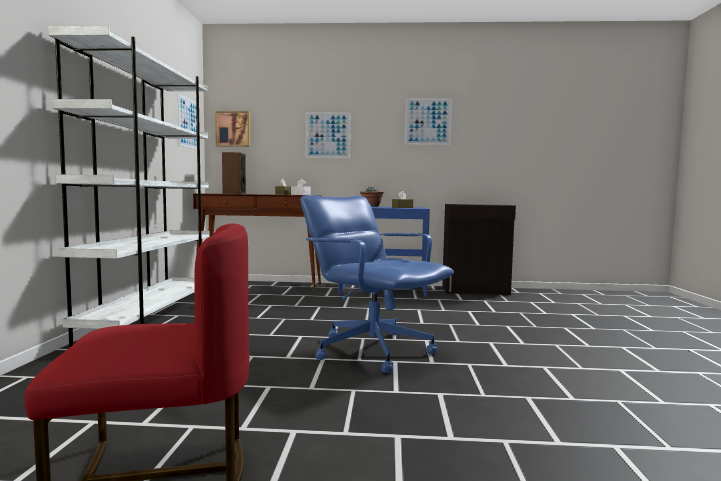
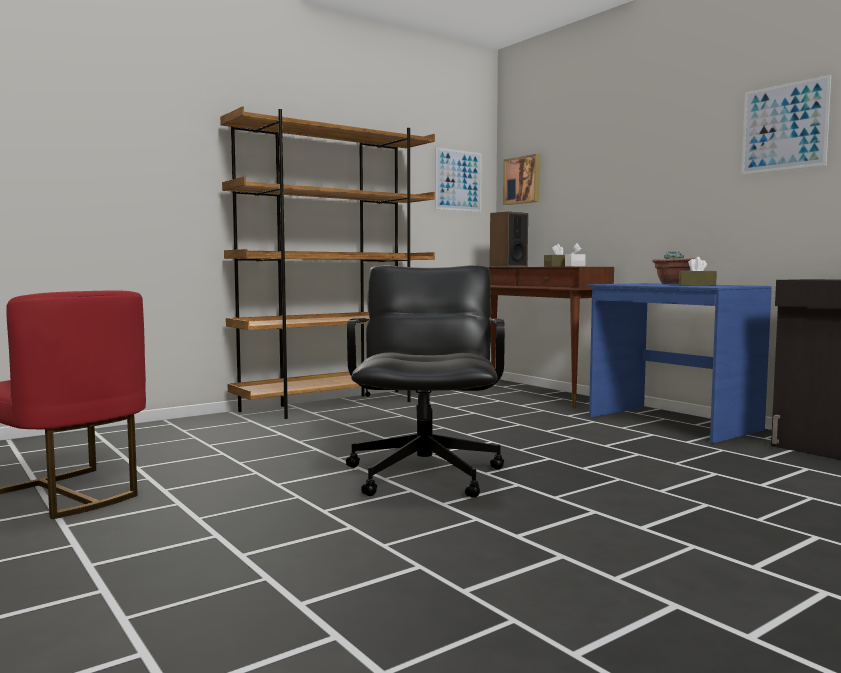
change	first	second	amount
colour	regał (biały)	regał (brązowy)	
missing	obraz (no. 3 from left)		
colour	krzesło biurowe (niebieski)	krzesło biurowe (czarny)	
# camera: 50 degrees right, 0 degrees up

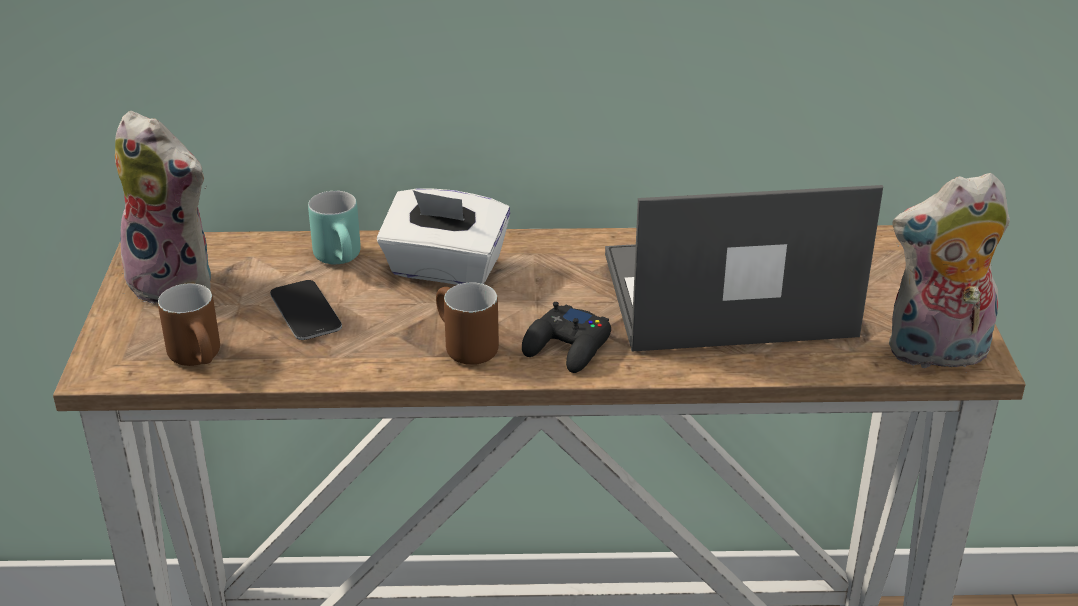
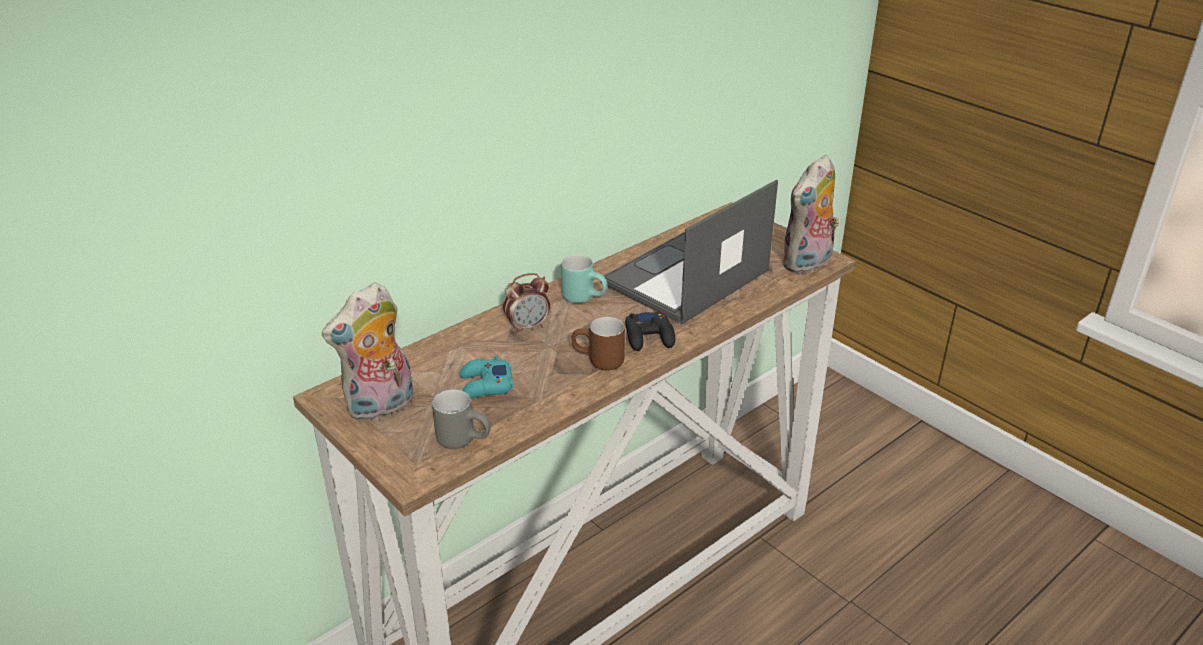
change	first	second	amount
spun	pluszak (no. 1 from left)		150 degrees clockwise
exchanged	pudełko chusteczek (biały)	budzik	
relocated	kubek (turkusowy)		
exchanged	telefon	pad do gier (turkusowy)	
colour	kubek (brązowy) (no. 1 from left)	kubek (szary)	
# camera: 40 degrees left, 0 degrees up

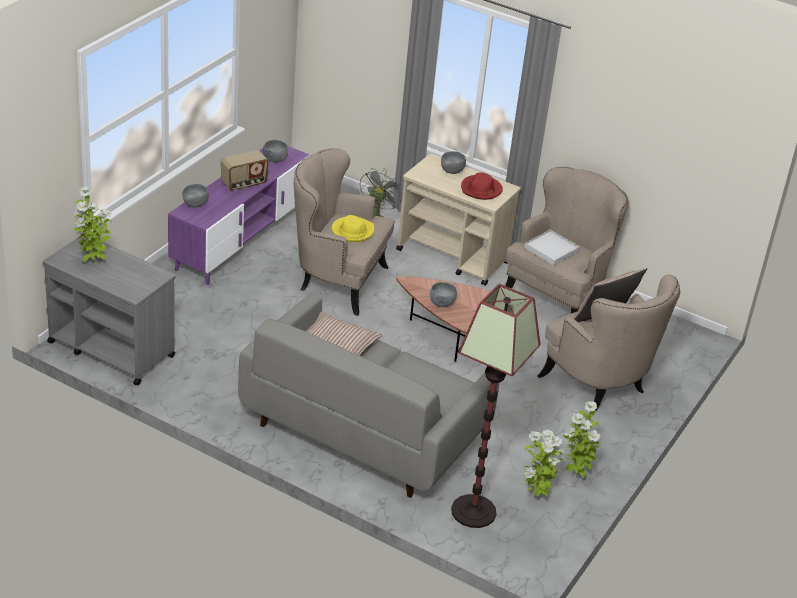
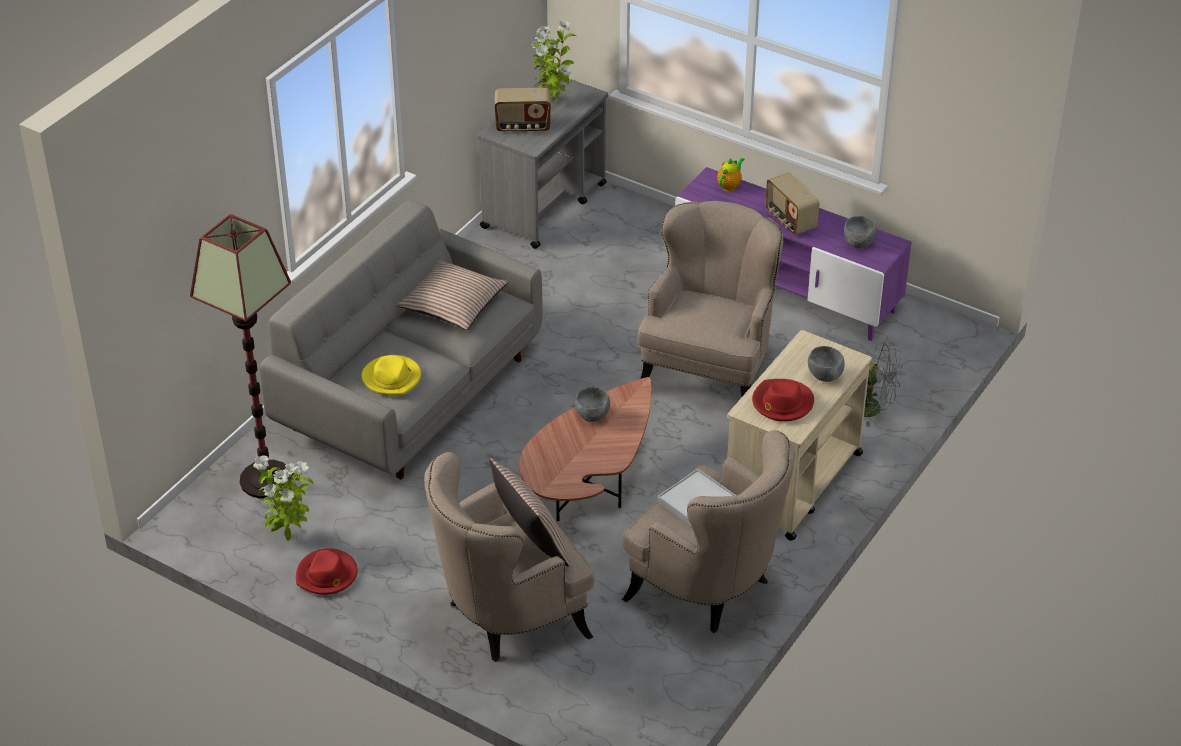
change	first	second	amount
exchanged	miska (szary) (no. 1 from left)	imbryk	
relocated	kapelusz (żółty)		
exchanged	roślina doniczkowa (no. 3 from left)	kapelusz (czerwony) (no. 1 from left)	
appeared		radio (no. 1 from left)	
# camera: 95 degrees right, 5 degrees up

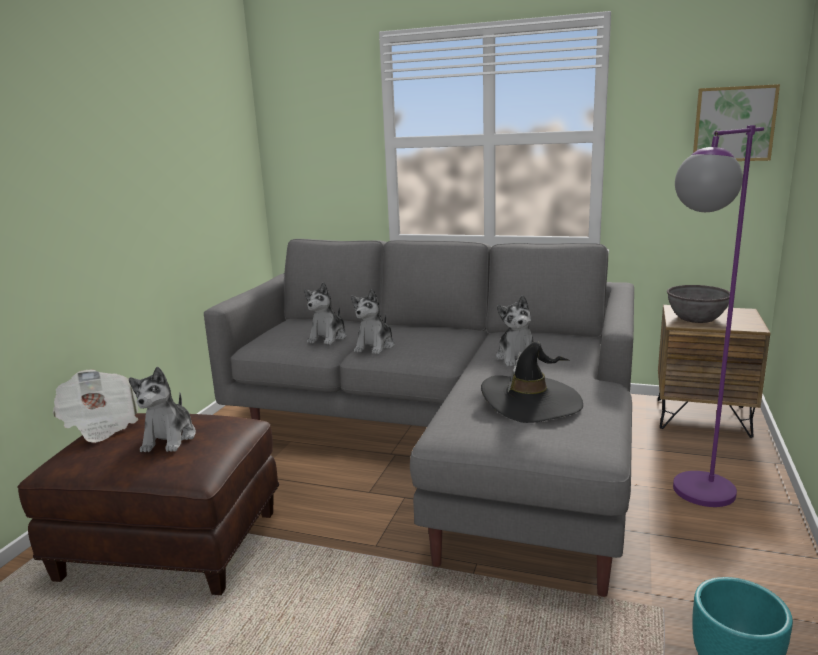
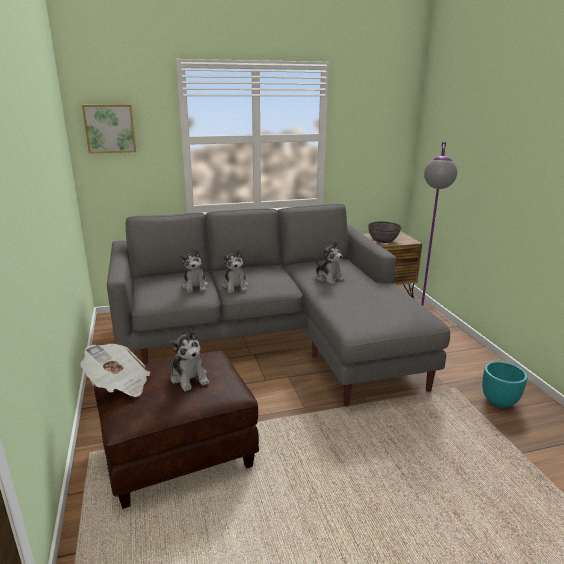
change	first	second	amount
relocated	obraz		
missing	kapelusz (czarny)		
# camera: 35 degrees left, 5 degrees up

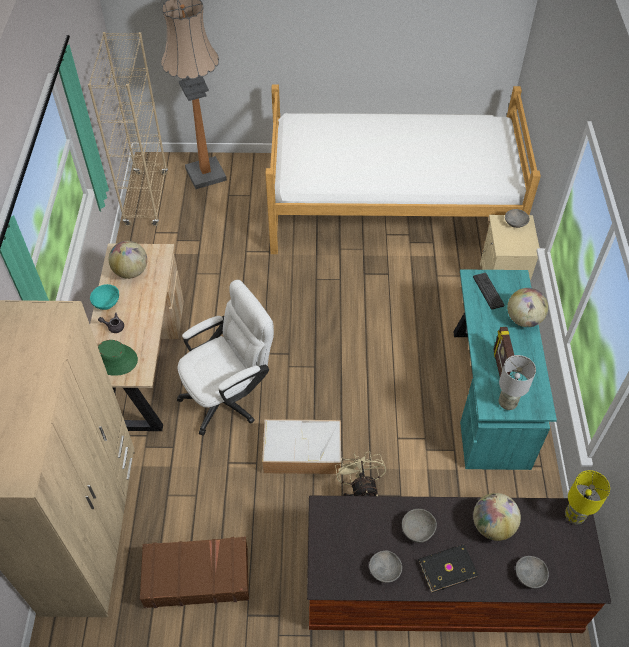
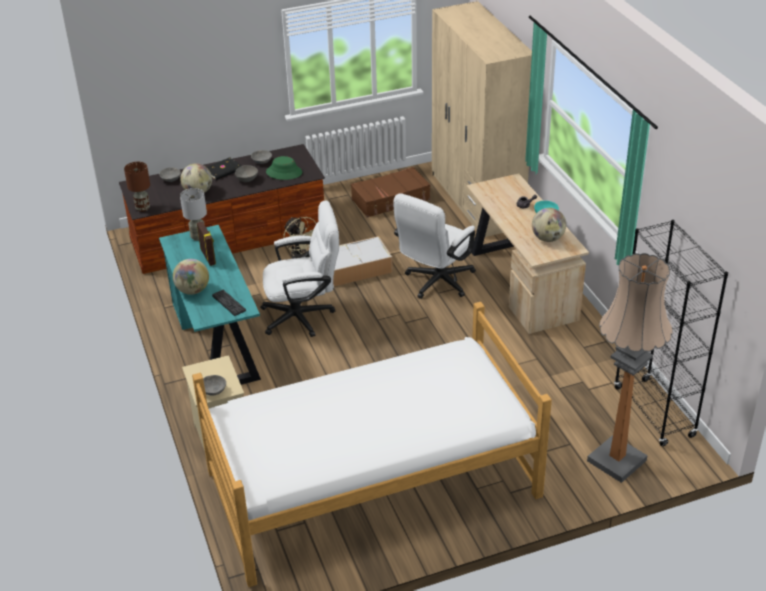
change	first	second	amount
colour	regał (beżowy)	regał (czarny)	
relocated	kapelusz (zielony)		
colour	lampa stołowa (żółty)	lampa stołowa (brązowy)	
appeared		krzesło biurowe (biały) (no. 1 from left)	
# camera: 160 degrees right, 15 degrees down

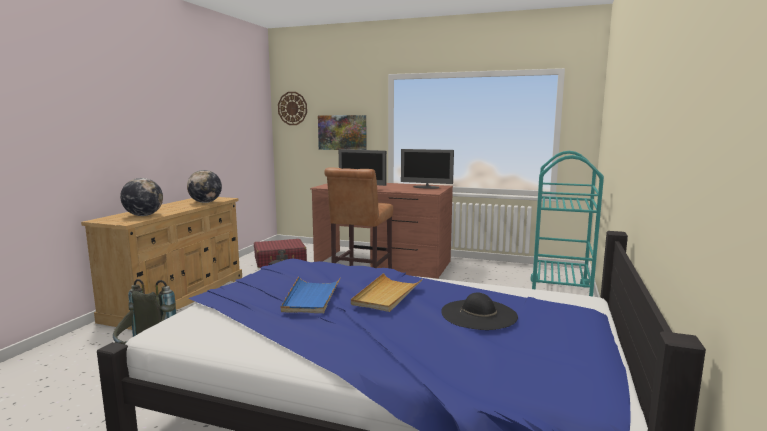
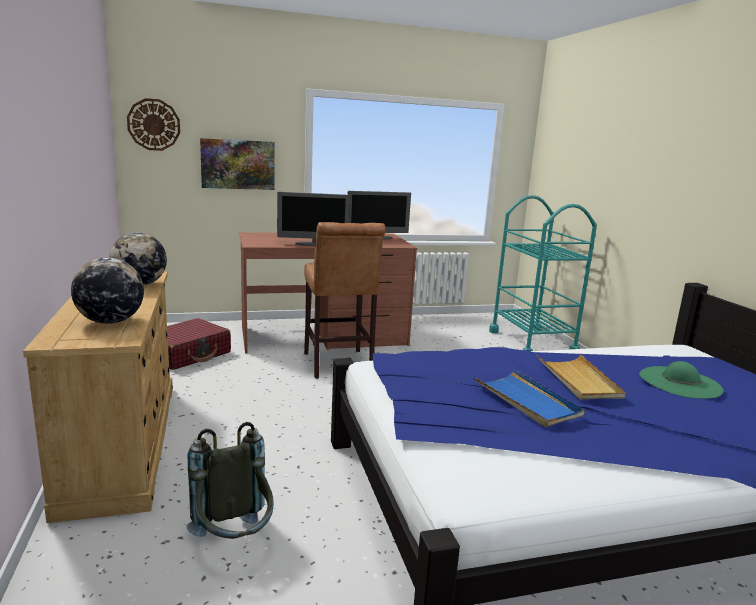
change	first	second	amount
colour	kapelusz (czarny)	kapelusz (zielony)	
# camera: 35 degrees left, 5 degrees up

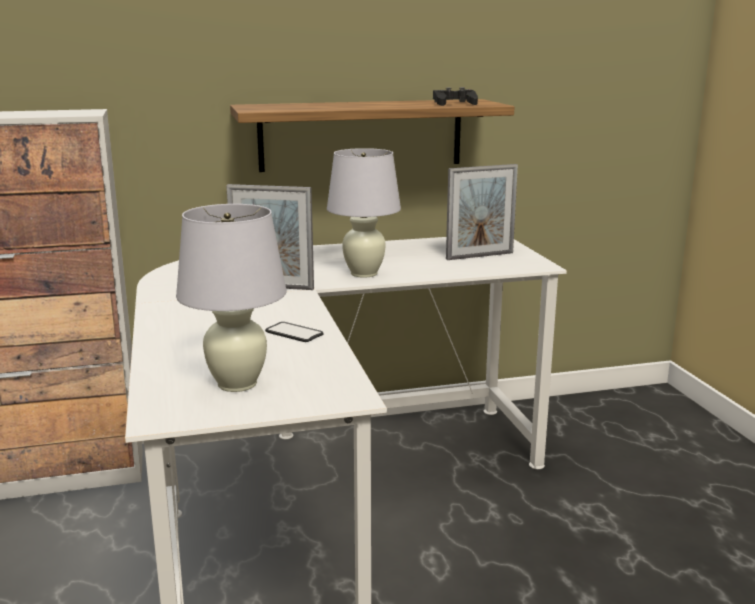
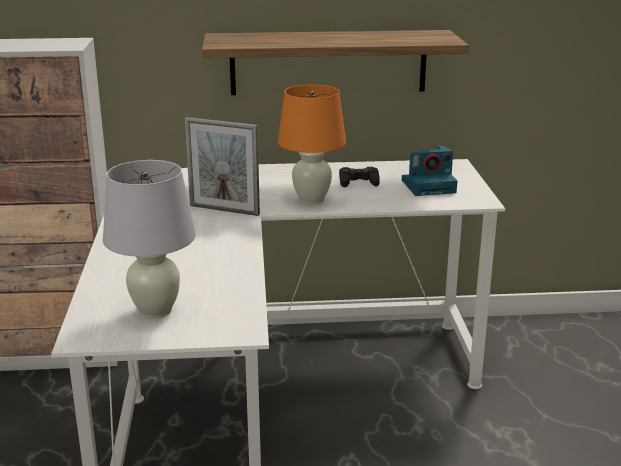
change	first	second	amount
relocated	pad do gier (czarny)		
colour	lampa stołowa (biały) (no. 2 from left)	lampa stołowa (pomarańczowy)	
exchanged	ramka na zdjęcie (no. 2 from left)	aparat fotograficzny	
missing	telefon		
# camera: 10 degrees right, 5 degrees up

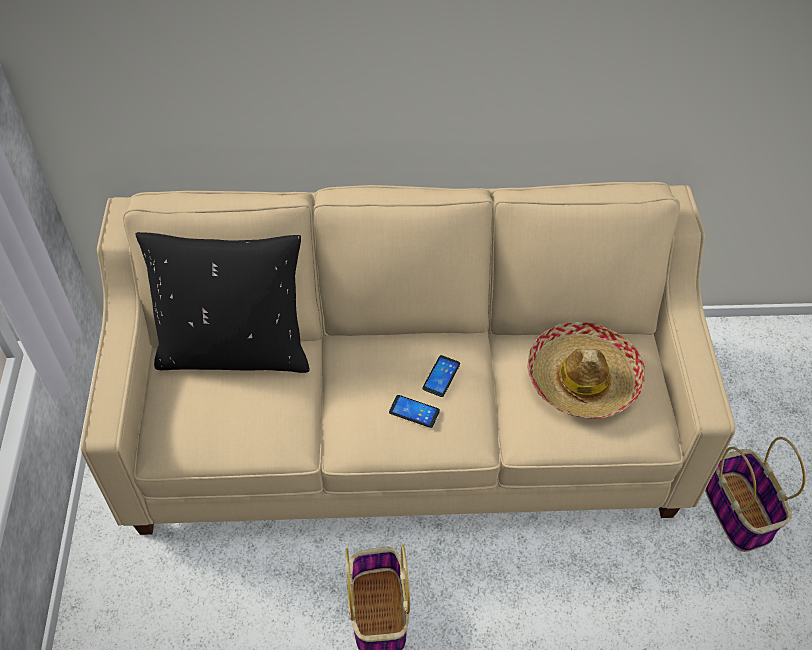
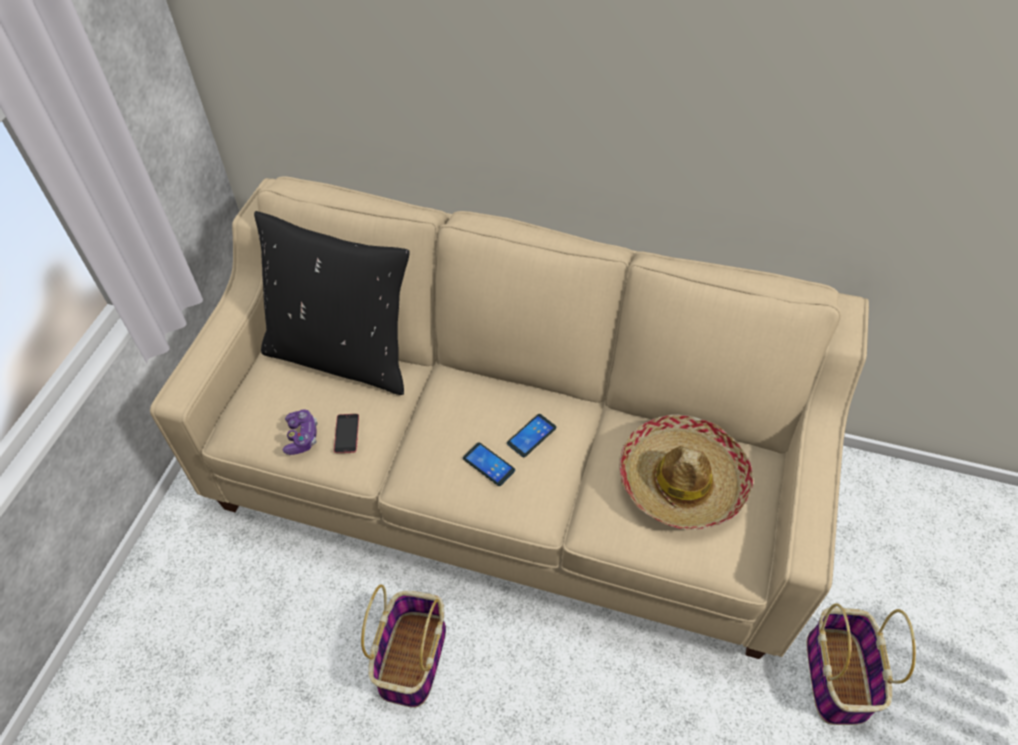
change	first	second	amount
appeared		pad do gier	
appeared		telefon (no. 1 from left)	
# camera: 20 degrees right, 0 degrees up

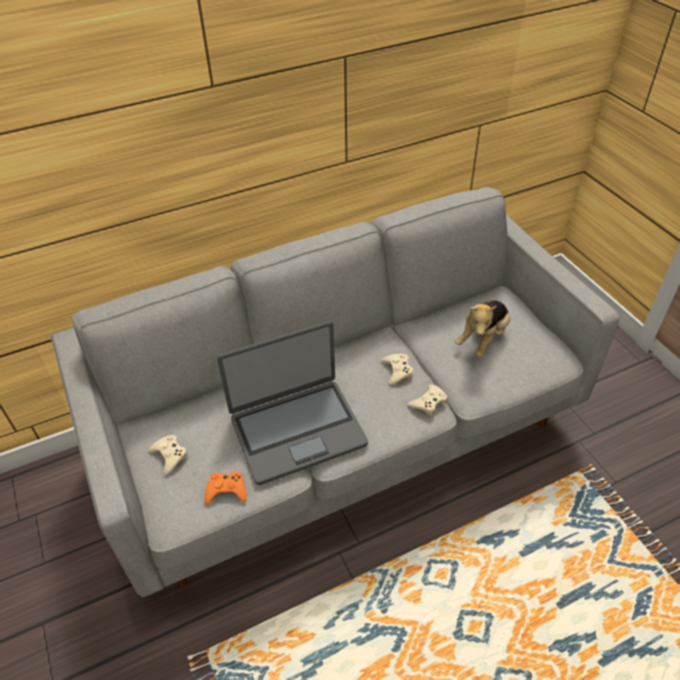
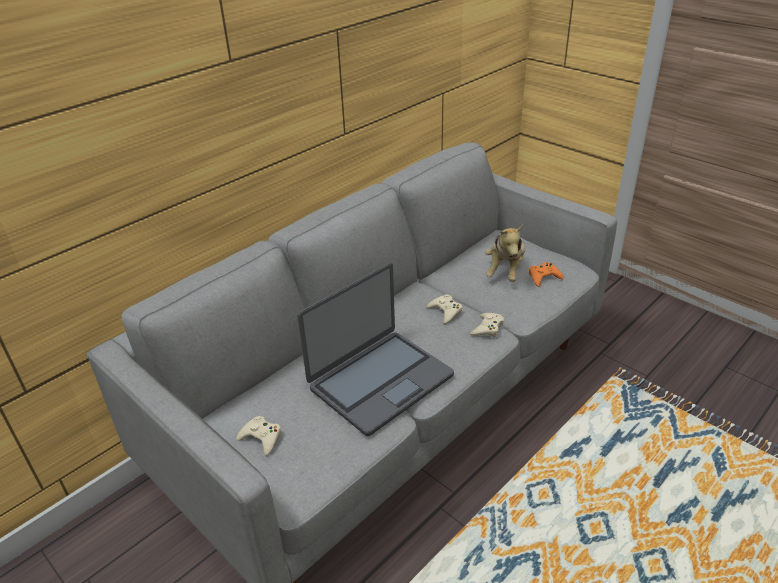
change	first	second	amount
relocated	pad do gier (pomarańczowy)		
# camera: 20 degrees left, 10 degrees down

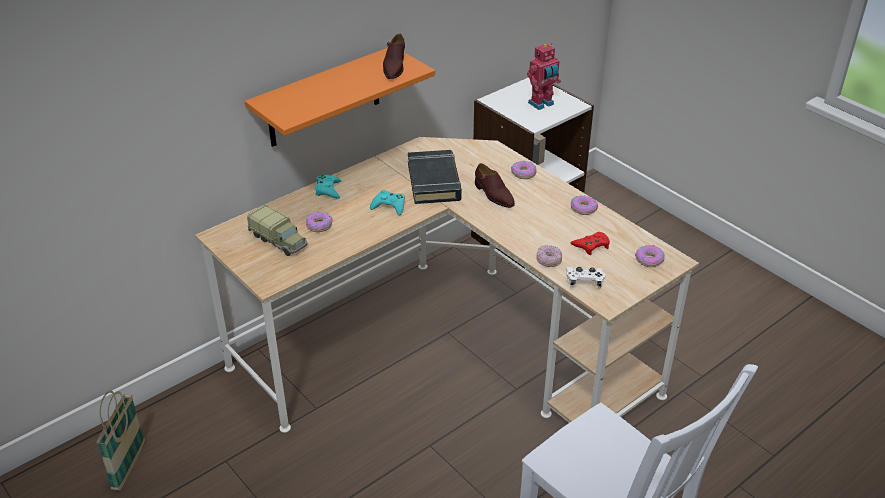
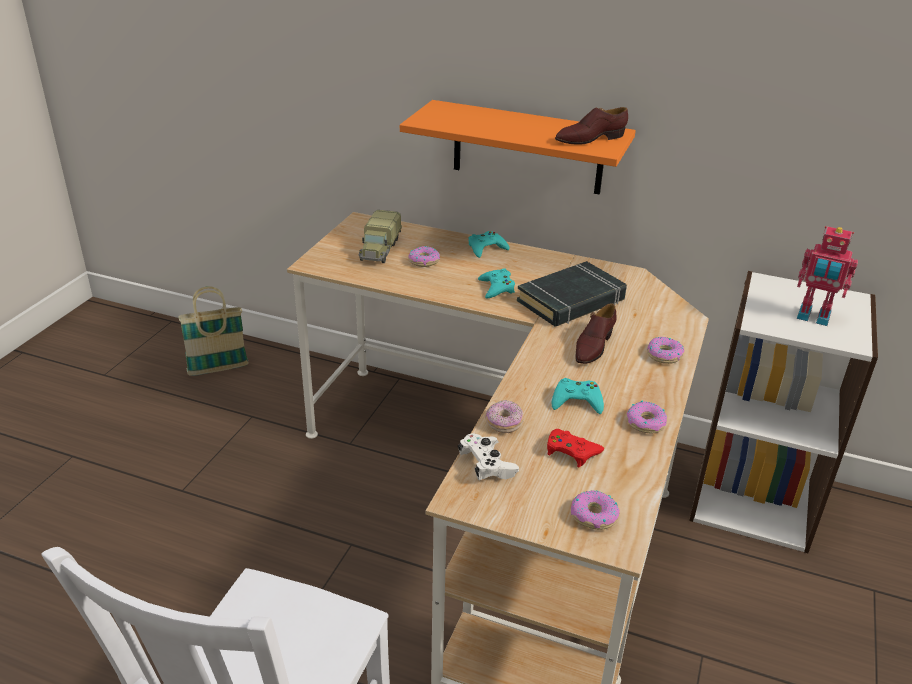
change	first	second	amount
appeared		pad do gier (turkusowy) (no. 3 from left)	
# camera: 60 degrees right, 5 degrees down

